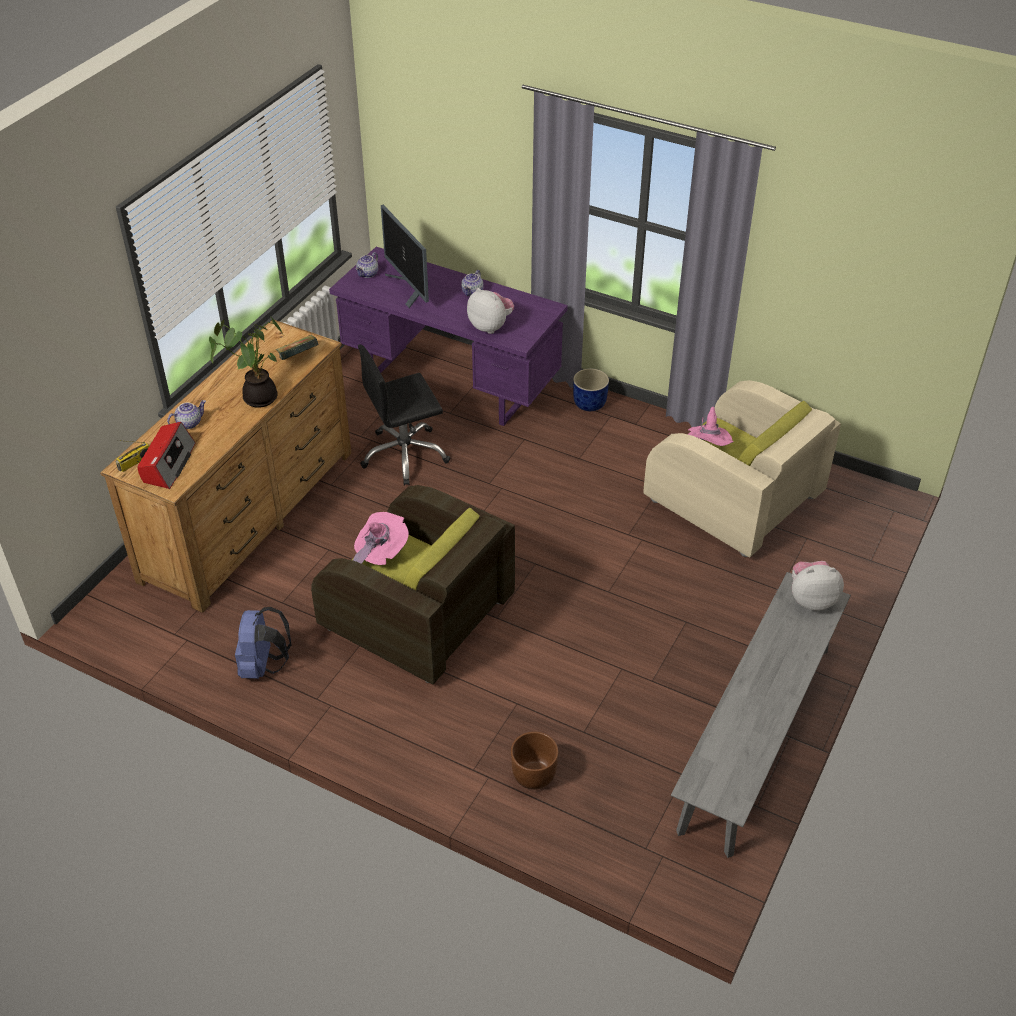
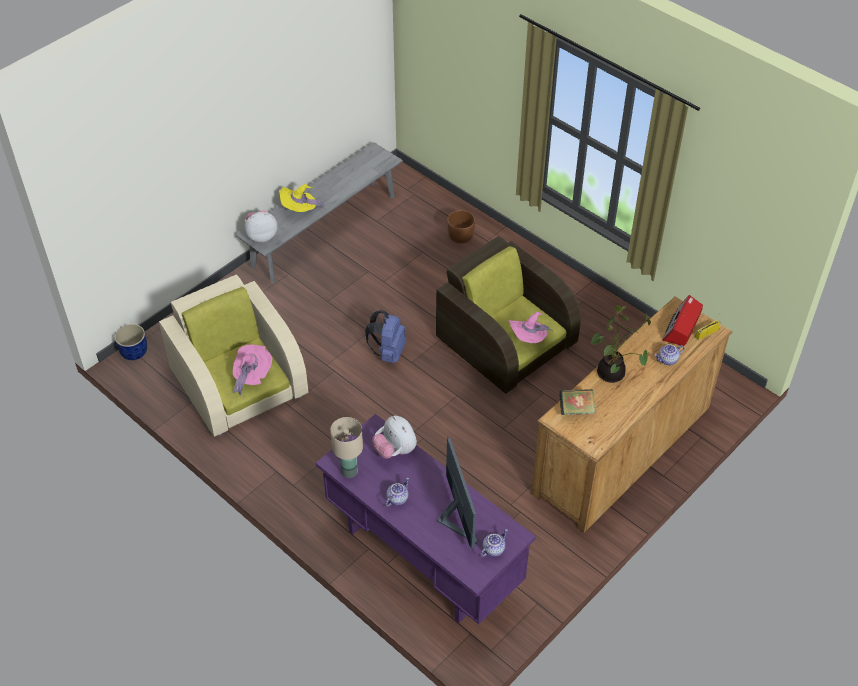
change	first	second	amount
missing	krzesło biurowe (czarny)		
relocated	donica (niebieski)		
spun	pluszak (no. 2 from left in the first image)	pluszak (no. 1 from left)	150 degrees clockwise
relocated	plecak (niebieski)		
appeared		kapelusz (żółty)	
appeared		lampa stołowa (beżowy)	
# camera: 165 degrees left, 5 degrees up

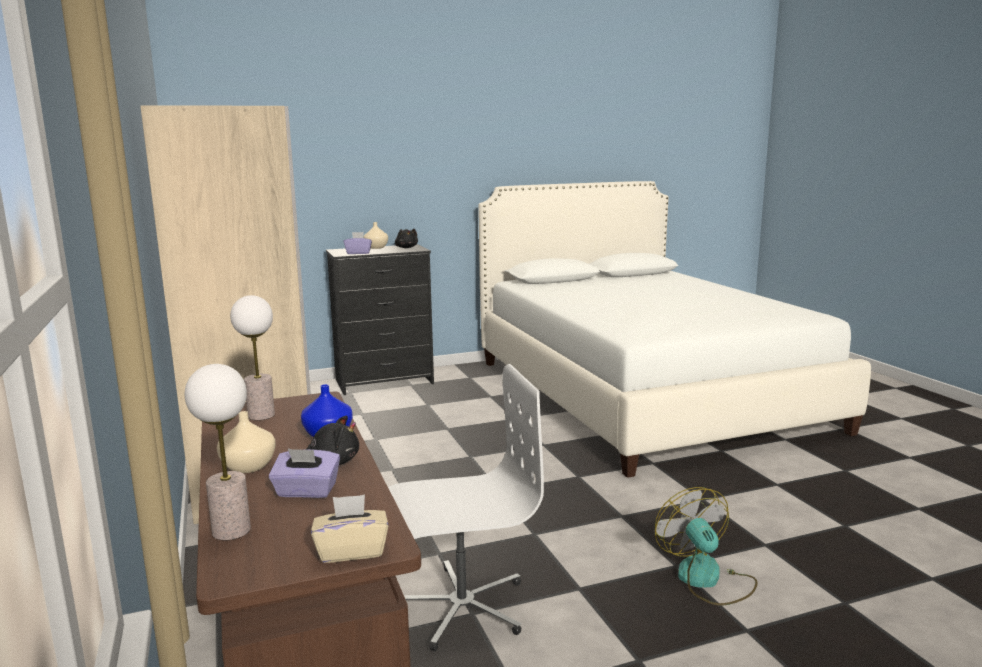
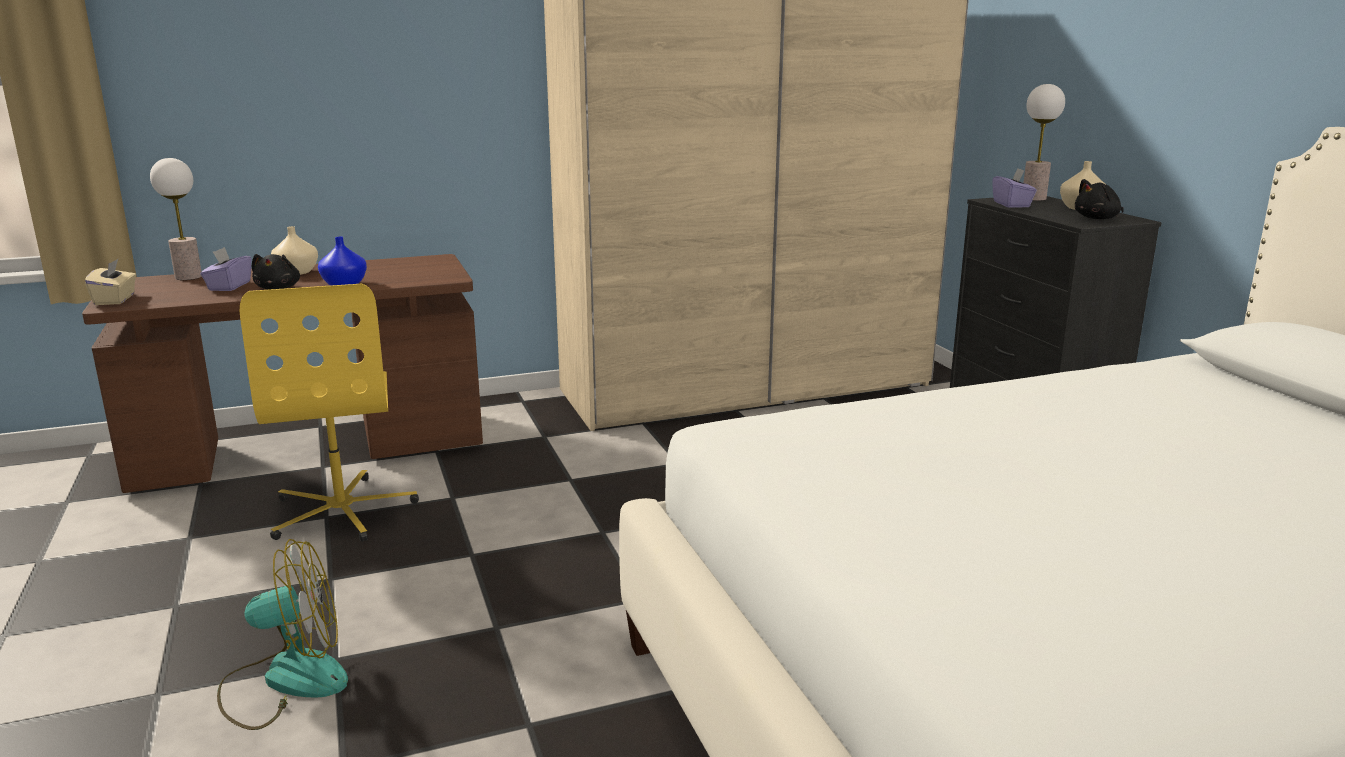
change	first	second	amount
relocated	lampa stołowa (no. 2 from left)		
colour	krzesło biurowe (biały)	krzesło biurowe (żółty)	
# camera: 90 degrees right, 5 degrees up

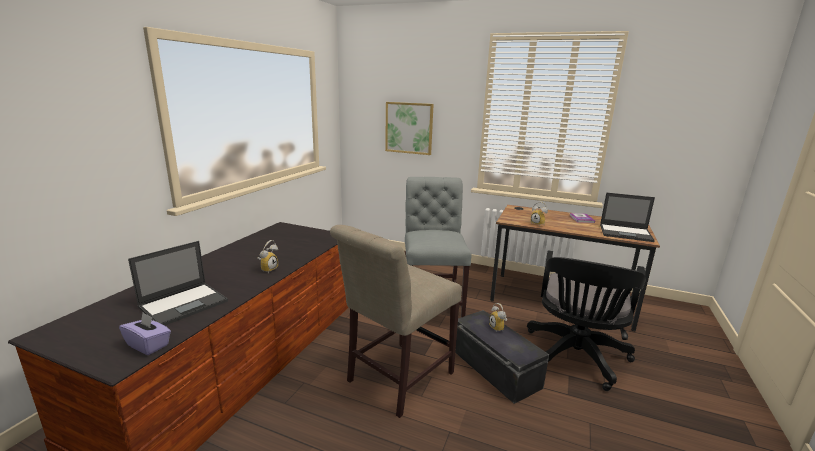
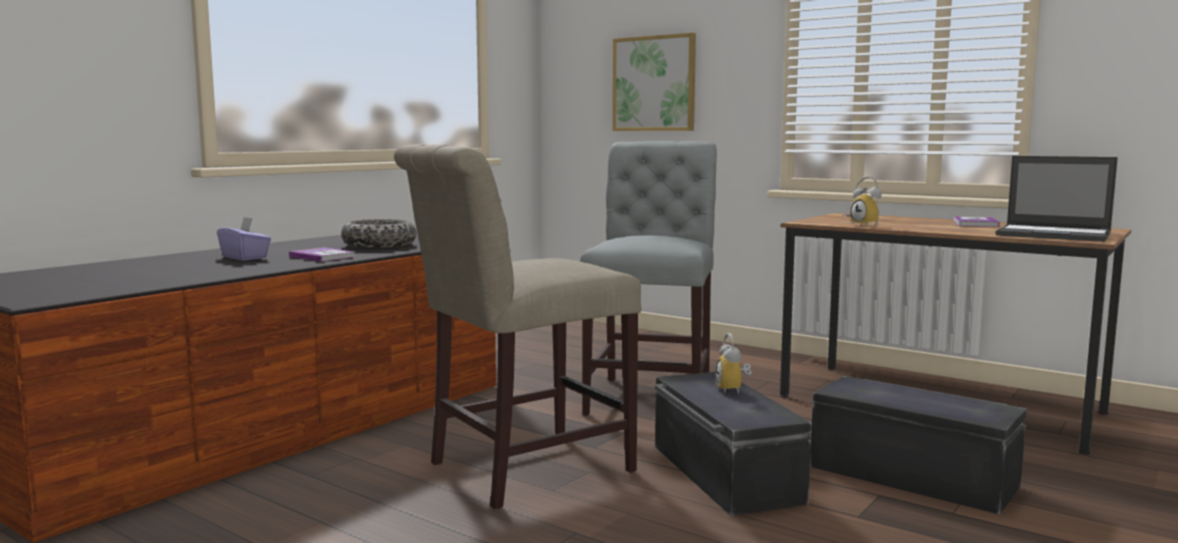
change	first	second	amount
exchanged	budzik (no. 1 from left)	książka (no. 1 from left)	
missing	laptop (no. 1 from left)		
exchanged	krzesło biurowe (czarny)	pojemnik do przechowywania (czarny) (no. 2 from left)	
relocated	pudełko chusteczek (fioletowy)		
appeared		miska	
# camera: 15 degrees right, 10 degrees down

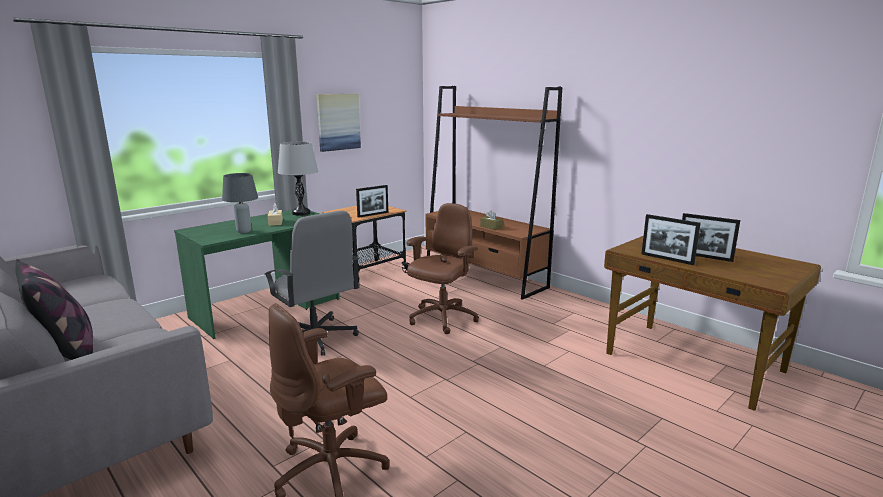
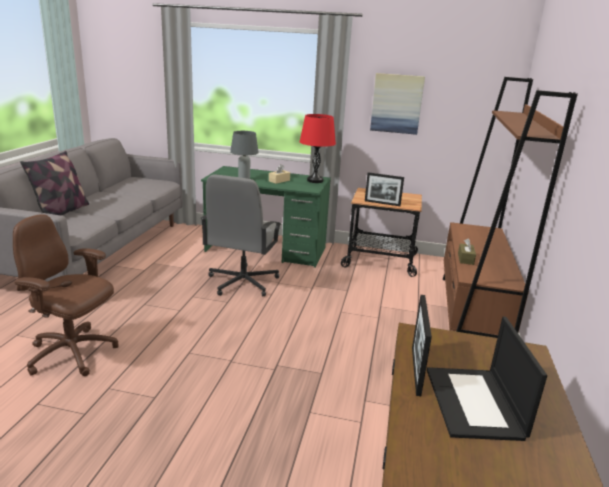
change	first	second	amount
colour	lampa stołowa (szary) (no. 2 from left)	lampa stołowa (czerwony)	
missing	krzesło biurowe (brązowy) (no. 2 from left)		
exchanged	ramka na zdjęcie (no. 3 from left)	laptop	
# camera: 55 degrees right, 5 degrees up

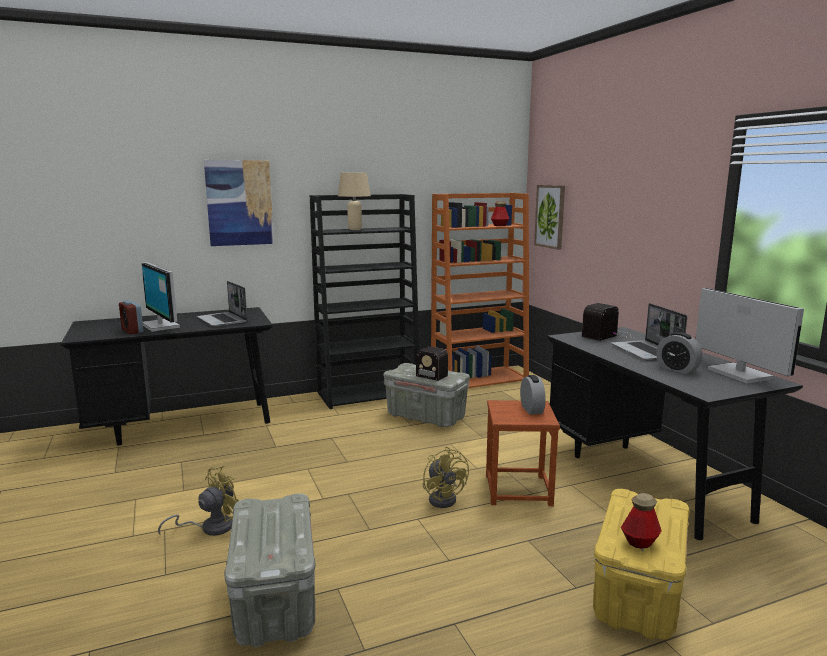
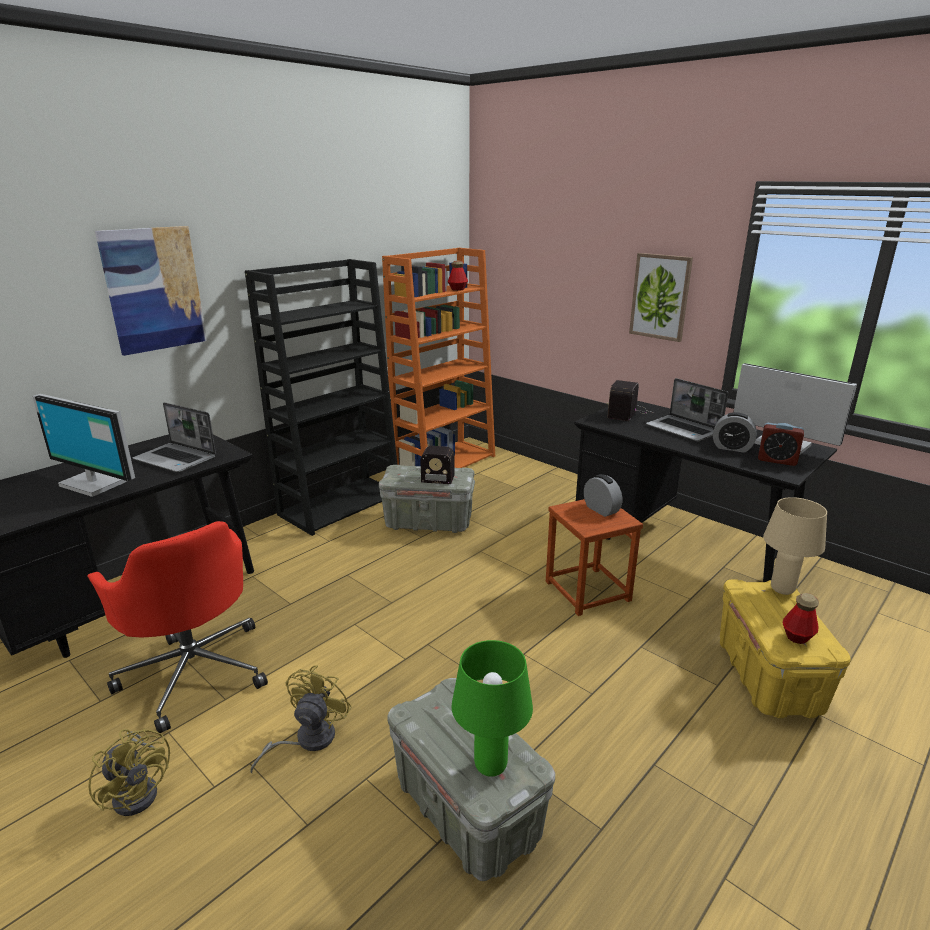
change	first	second	amount
relocated	lampa stołowa (beżowy)		
relocated	obraz (no. 2 from left)		
relocated	budzik (no. 1 from left in the first image)	budzik (no. 3 from left)	
relocated	wentylator (żółty) (no. 2 from left in the first image)	wentylator (żółty) (no. 1 from left)	
appeared		krzesło biurowe (czerwony)	
appeared		lampa stołowa (zielony)	
# camera: 25 degrees left, 10 degrees up

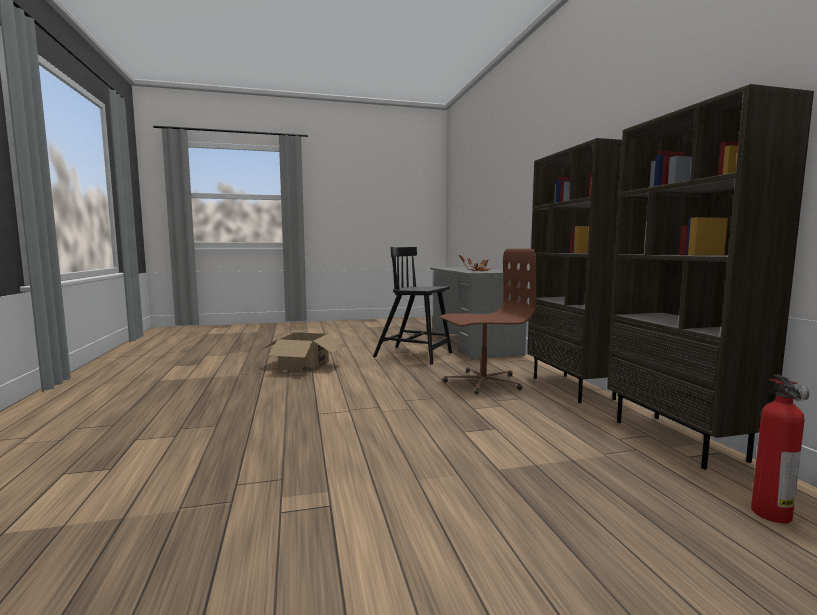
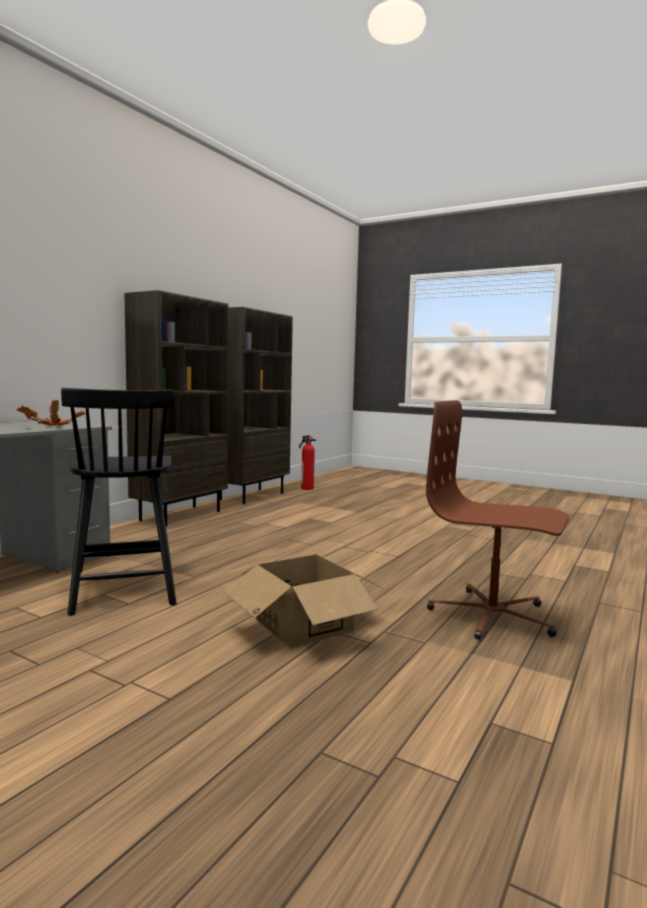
change	first	second	amount
relocated	krzesło biurowe (brązowy)		
# camera: 135 degrees left, 0 degrees up

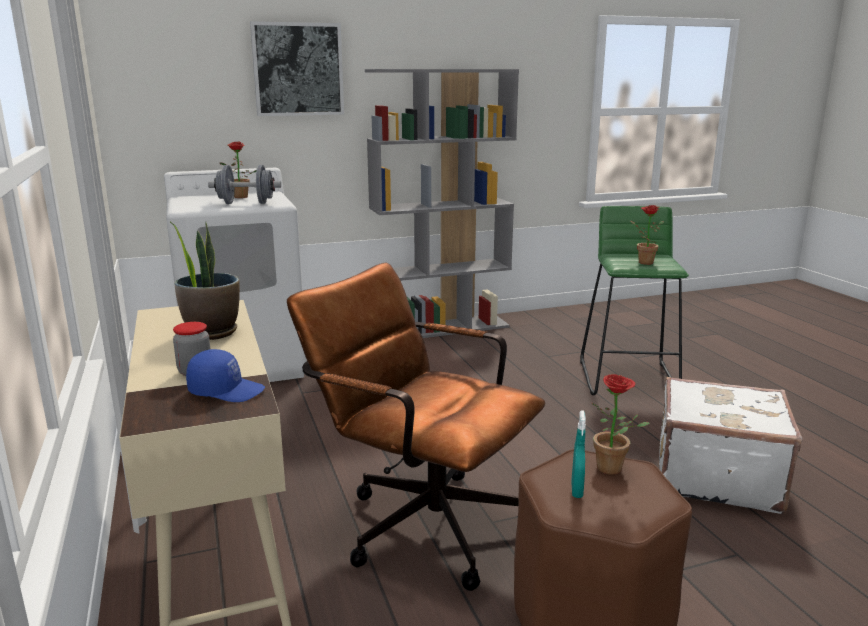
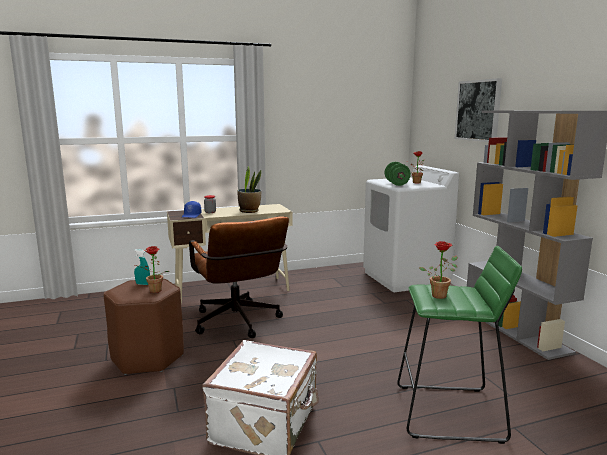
change	first	second	amount
colour	hantel (szary)	hantel (zielony)	
spun	krzesło biurowe (brązowy)		120 degrees clockwise
# camera: 90 degrees right, 5 degrees down

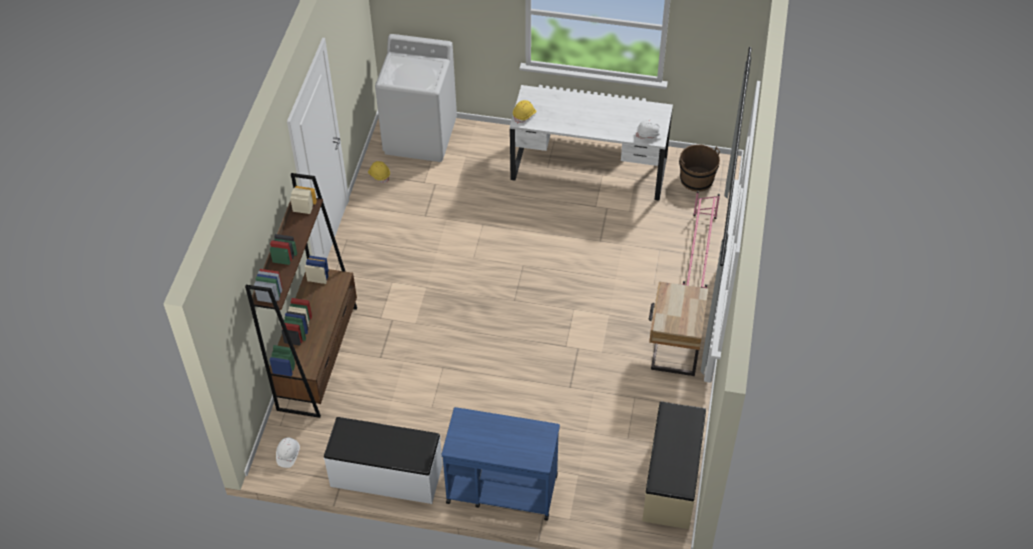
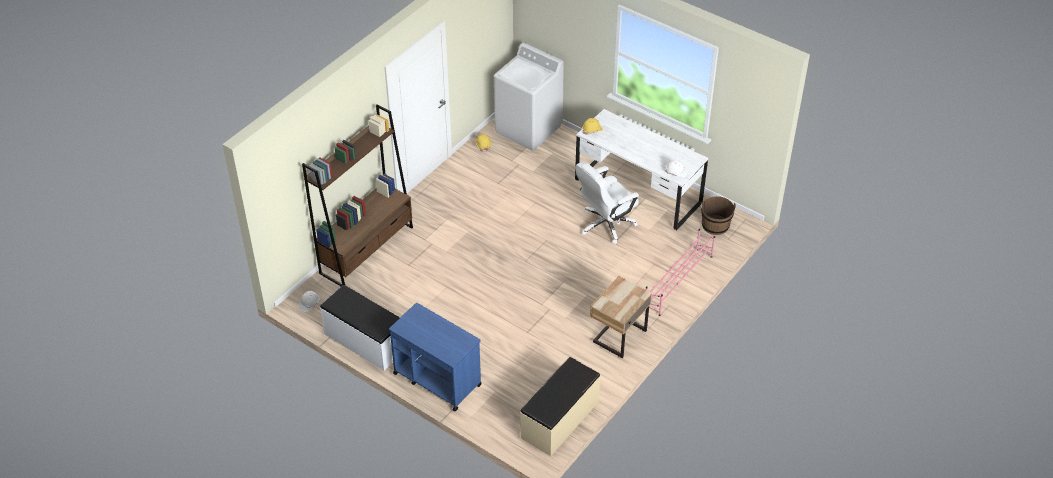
change	first	second	amount
appeared		krzesło biurowe (biały)	
# camera: 25 degrees right, 5 degrees down

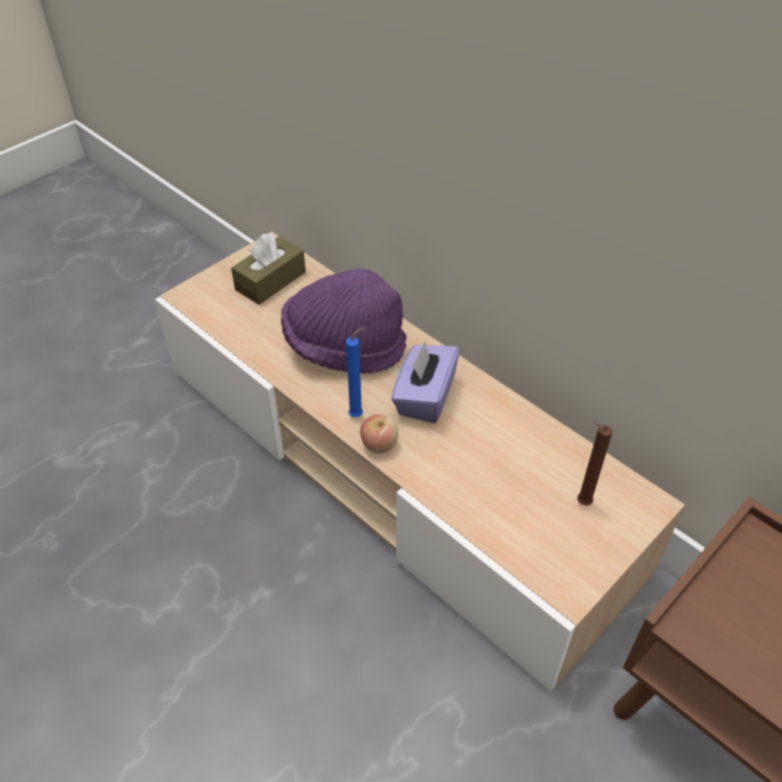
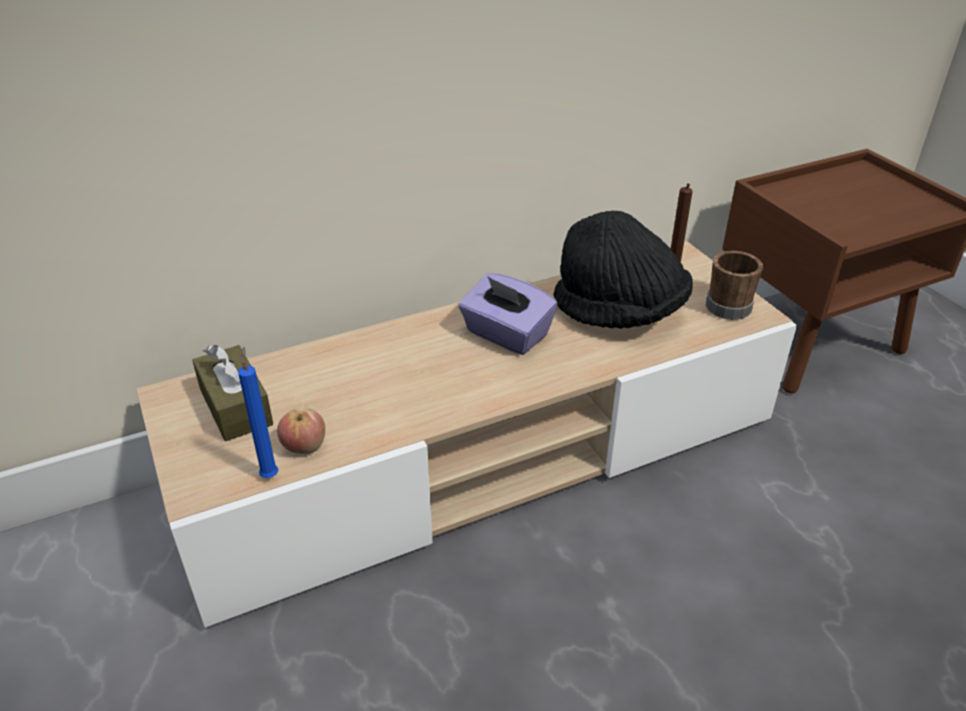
change	first	second	amount
missing	kapelusz (fioletowy)		
relocated	świeca (niebieski)		
relocated	jabłko		
appeared		kapelusz (czarny)	
appeared		kubek (brązowy)	
# camera: 70 degrees left, 10 degrees down

